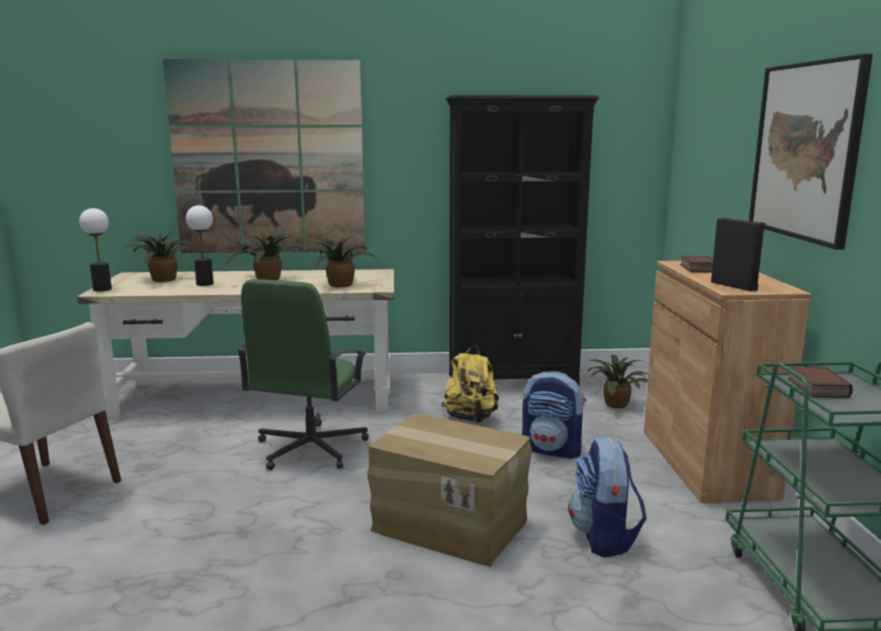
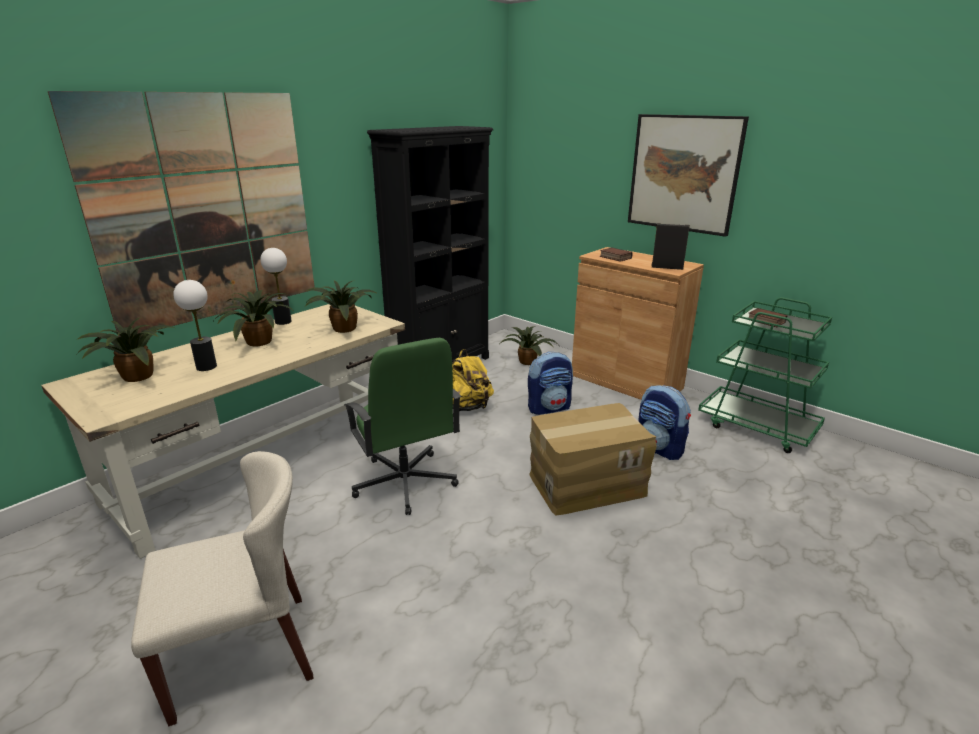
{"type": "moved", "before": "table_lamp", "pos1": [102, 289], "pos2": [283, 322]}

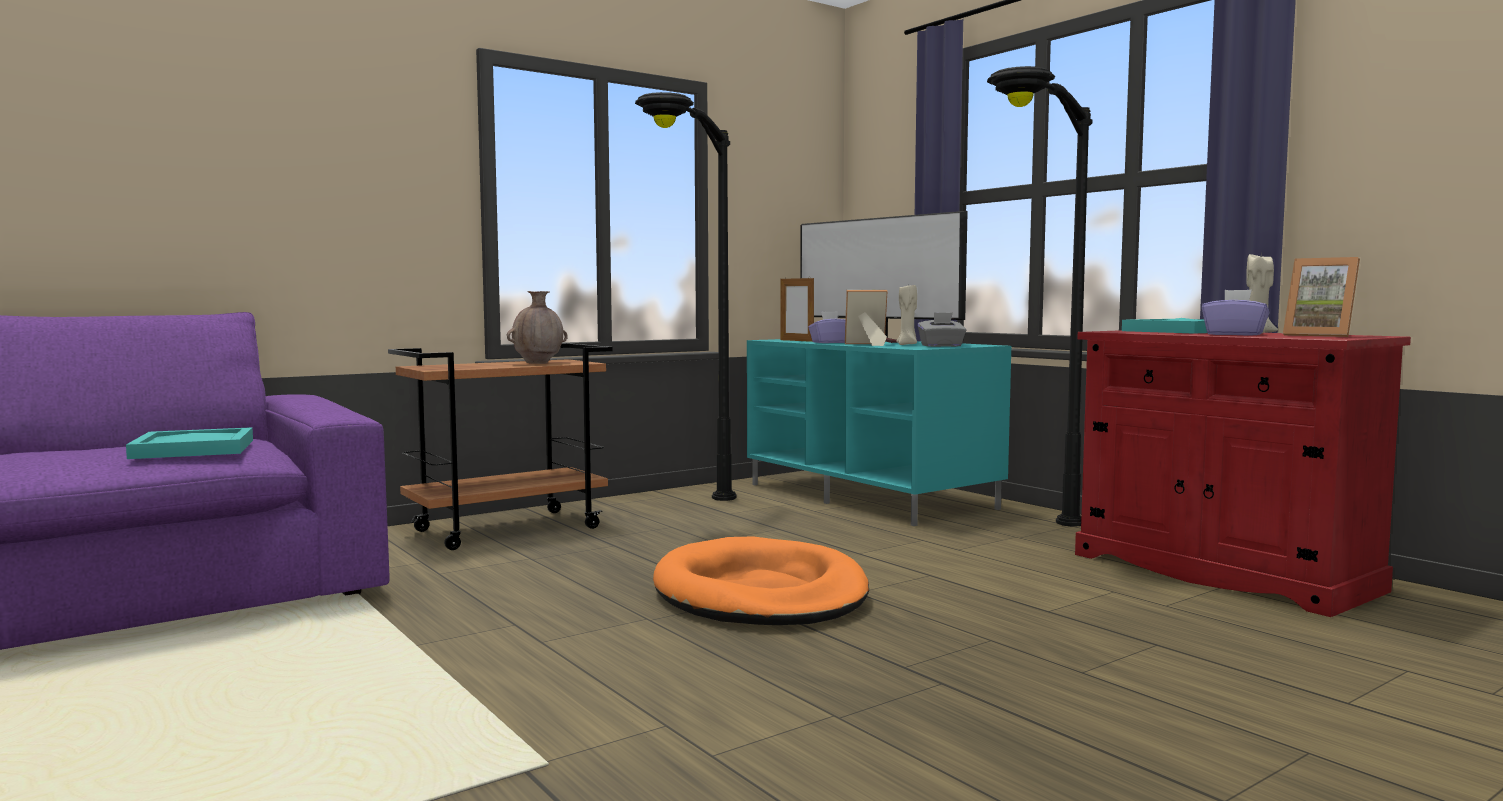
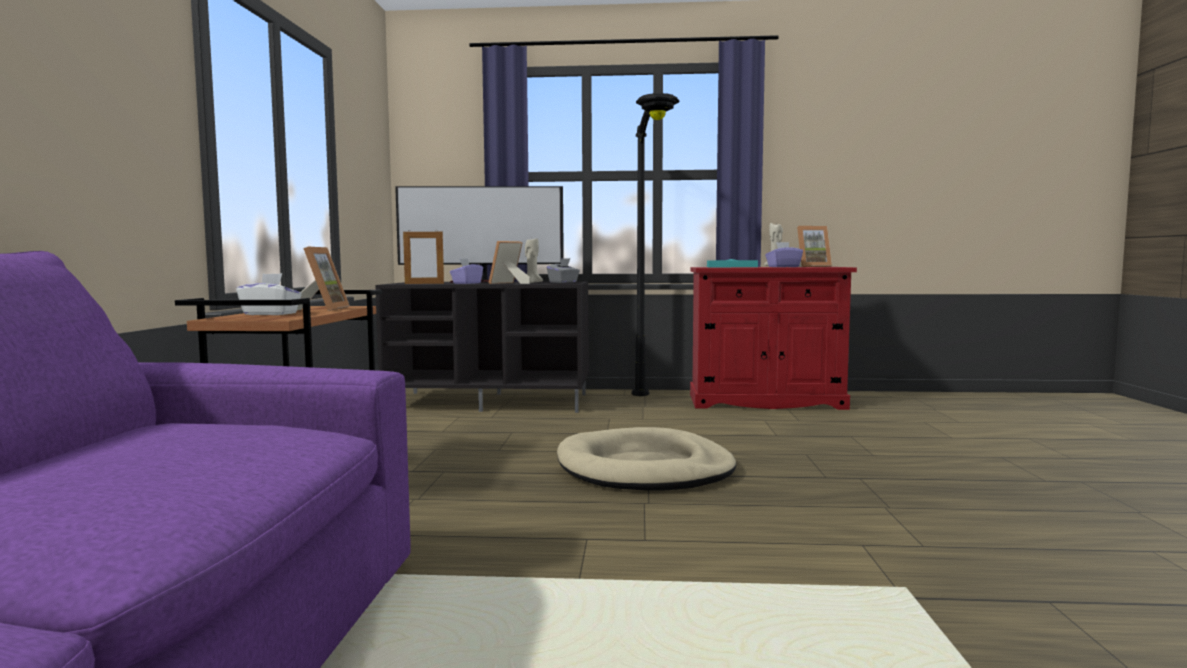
{"type": "removed", "before": "turquoise_tray", "pos1": [192, 449]}
{"type": "replaced", "before": "brown_vase", "after": "picture_frame", "pos1": [538, 363], "pos2": [322, 309]}
{"type": "removed", "before": "black_floor_lamp", "pos1": [685, 513]}
{"type": "recoloured", "before": "orange_dog_bed", "after": "beige_dog_bed", "pos1": [760, 593], "pos2": [644, 468]}
{"type": "recoloured", "before": "turquoise_tv_stand", "after": "black_tv_stand", "pos1": [871, 496], "pos2": [492, 401]}
{"type": "added", "after": "white_tissue_box", "pos2": [271, 314]}

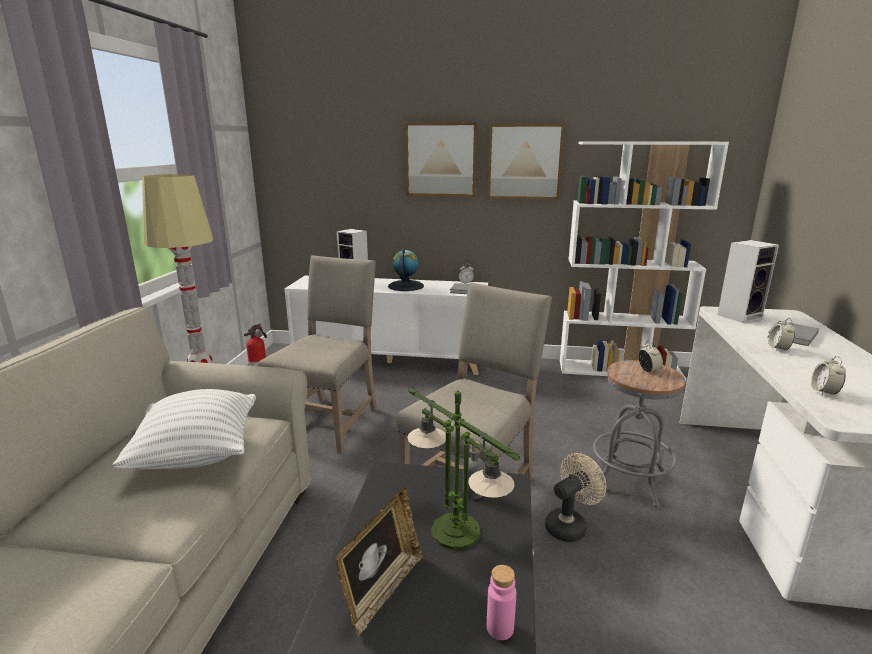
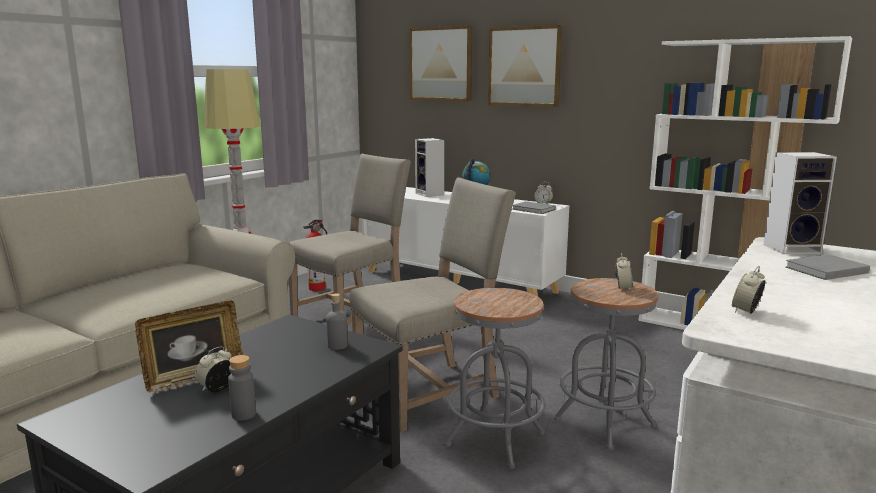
{"type": "removed", "before": "white_pillow", "pos1": [197, 454]}
{"type": "removed", "before": "table_lamp", "pos1": [456, 532]}
{"type": "moved", "before": "picture", "pos1": [524, 162], "pos2": [441, 64]}
{"type": "recoloured", "before": "pink_bottle", "after": "grey_bottle", "pos1": [500, 628], "pos2": [243, 414]}
{"type": "replaced", "before": "beige_fan", "after": "grey_stool", "pos1": [570, 525], "pos2": [495, 439]}
{"type": "moved", "before": "alarm_clock", "pos1": [778, 349], "pos2": [217, 389]}

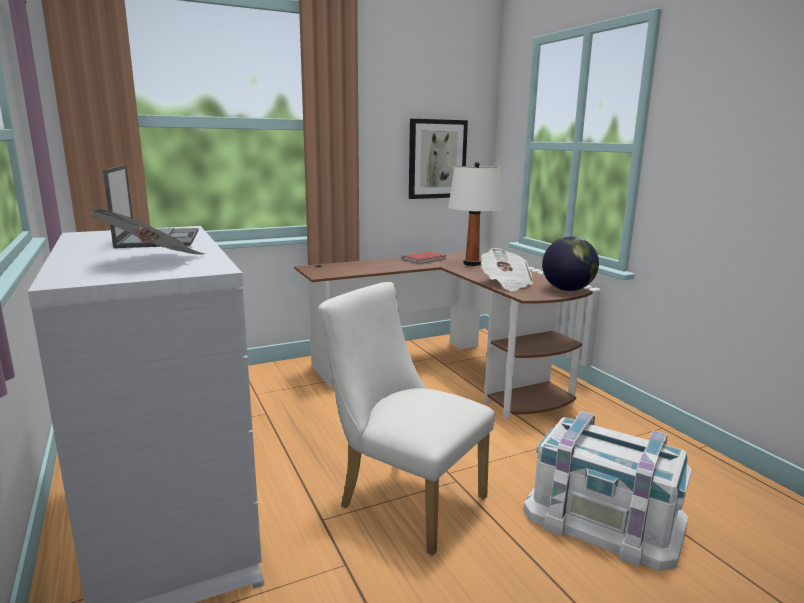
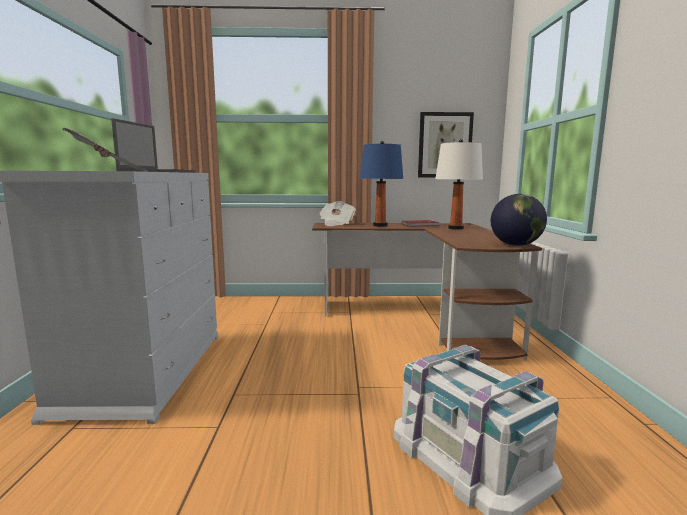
{"type": "removed", "before": "white_chair", "pos1": [404, 499]}
{"type": "moved", "before": "newspaper", "pos1": [505, 284], "pos2": [336, 224]}
{"type": "added", "after": "blue_table_lamp", "pos2": [380, 225]}

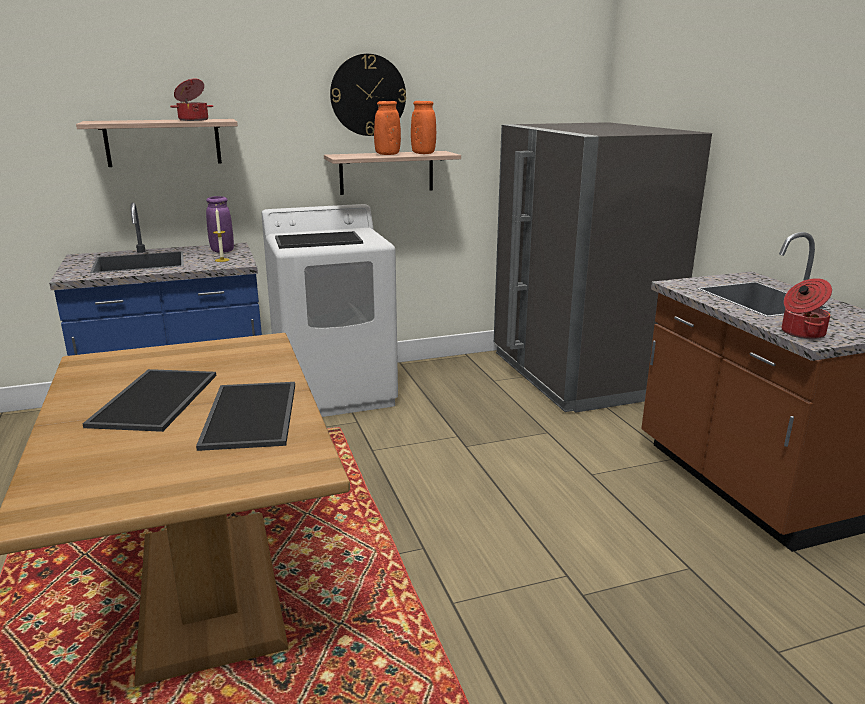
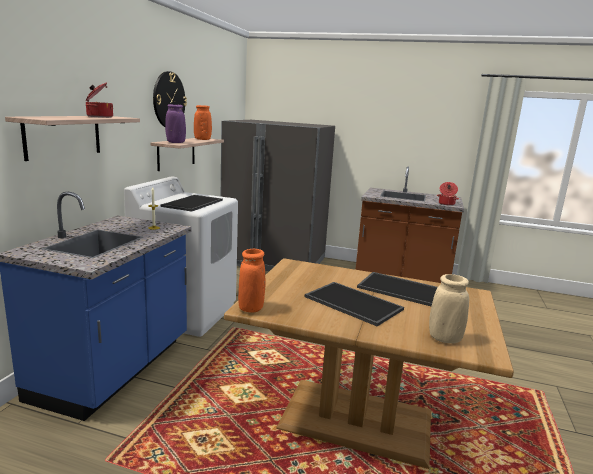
{"type": "moved", "before": "purple_vase", "pos1": [222, 251], "pos2": [175, 142]}
{"type": "moved", "before": "orange_vase", "pos1": [387, 154], "pos2": [251, 308]}
{"type": "added", "after": "beige_vase", "pos2": [444, 339]}

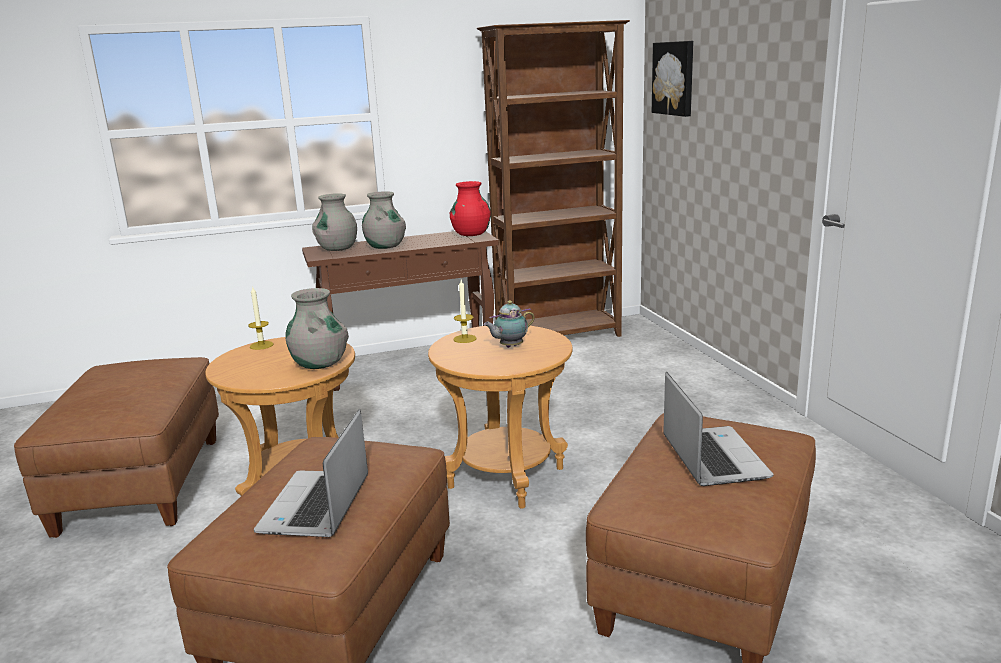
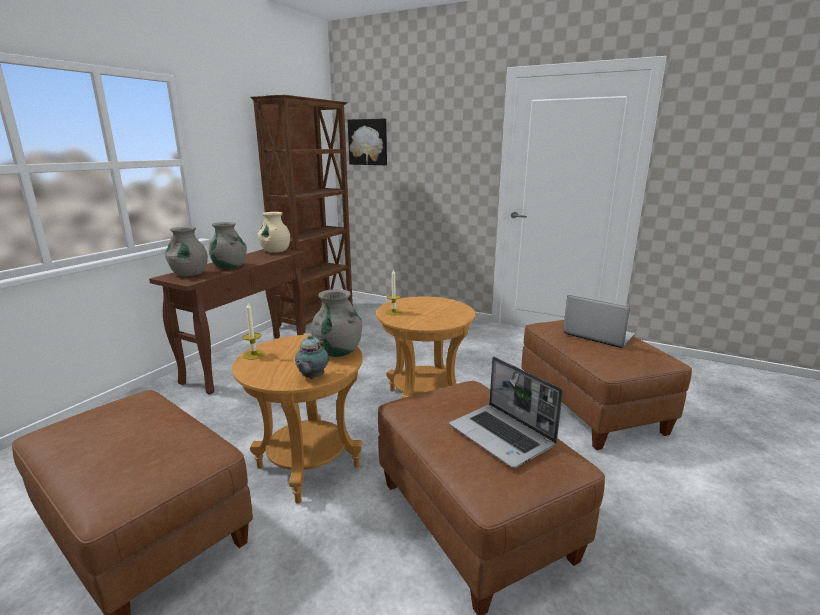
{"type": "recoloured", "before": "red_vase", "after": "beige_vase", "pos1": [471, 234], "pos2": [275, 251]}
{"type": "moved", "before": "teapot", "pos1": [509, 347], "pos2": [312, 378]}

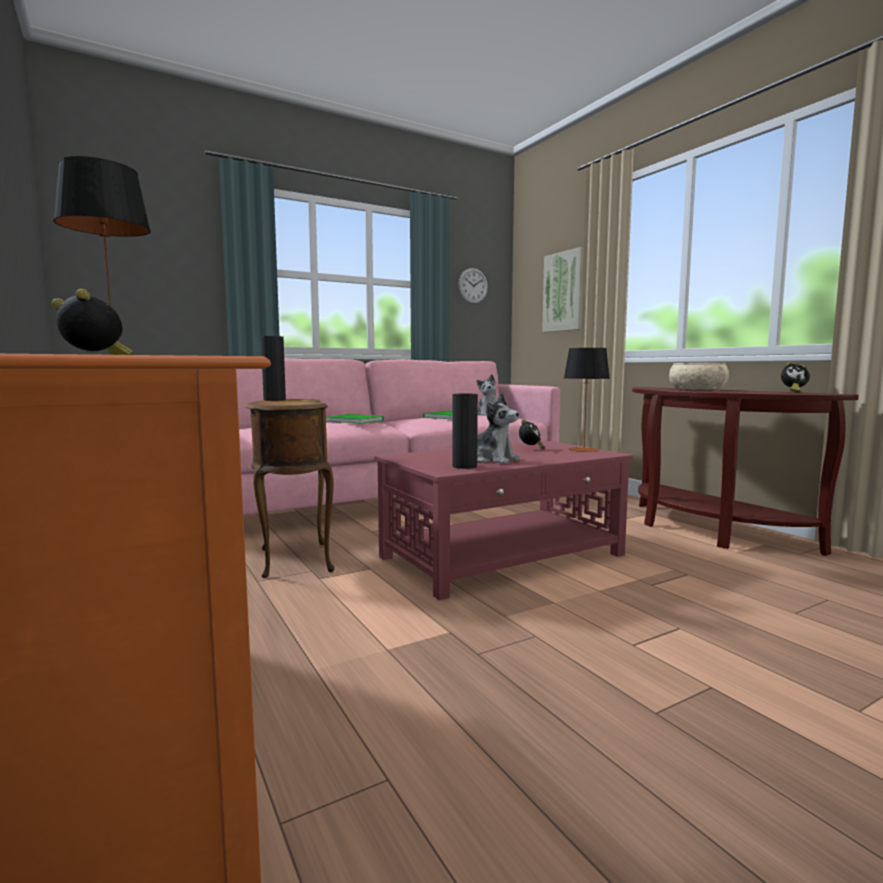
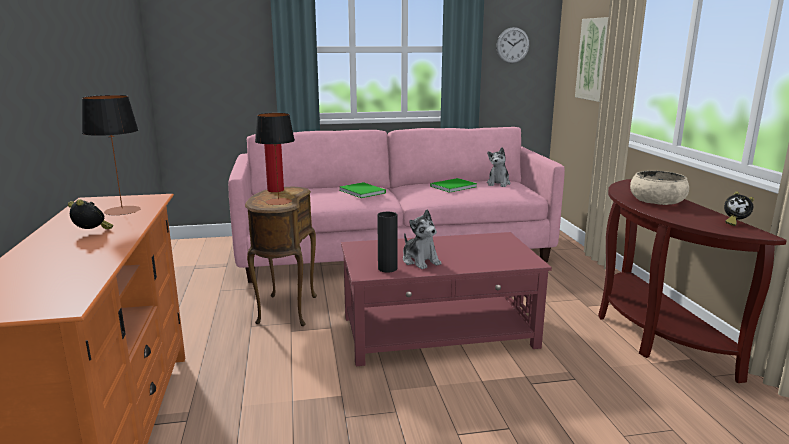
{"type": "recoloured", "before": "black_vase", "after": "red_vase", "pos1": [274, 400], "pos2": [275, 190]}
{"type": "removed", "before": "alarm_clock", "pos1": [530, 449]}
{"type": "moved", "before": "table_lamp", "pos1": [584, 450], "pos2": [278, 201]}

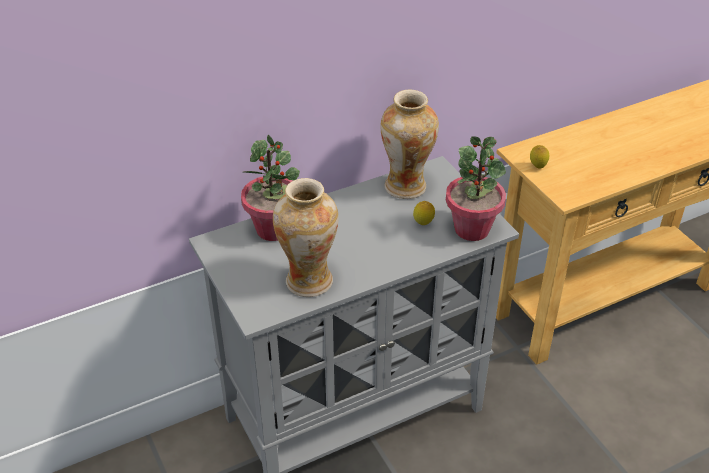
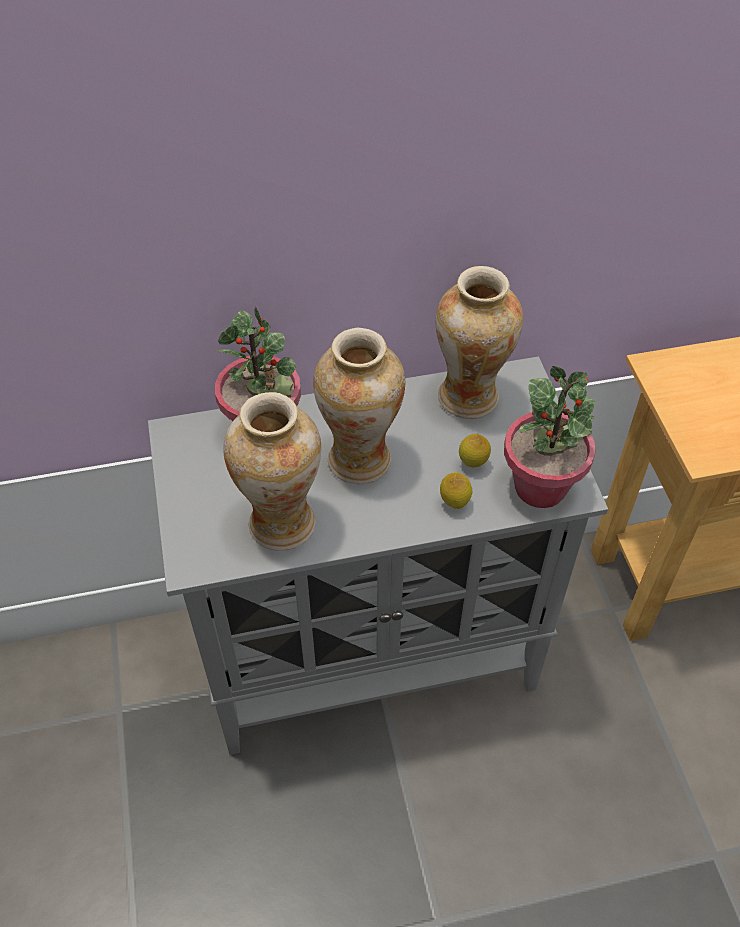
{"type": "moved", "before": "lemon", "pos1": [537, 167], "pos2": [454, 504]}
{"type": "added", "after": "vase", "pos2": [359, 459]}

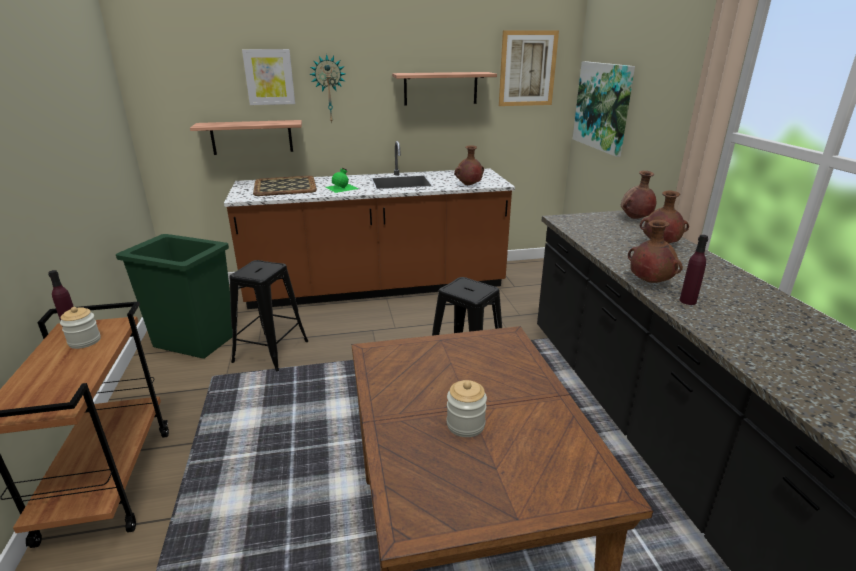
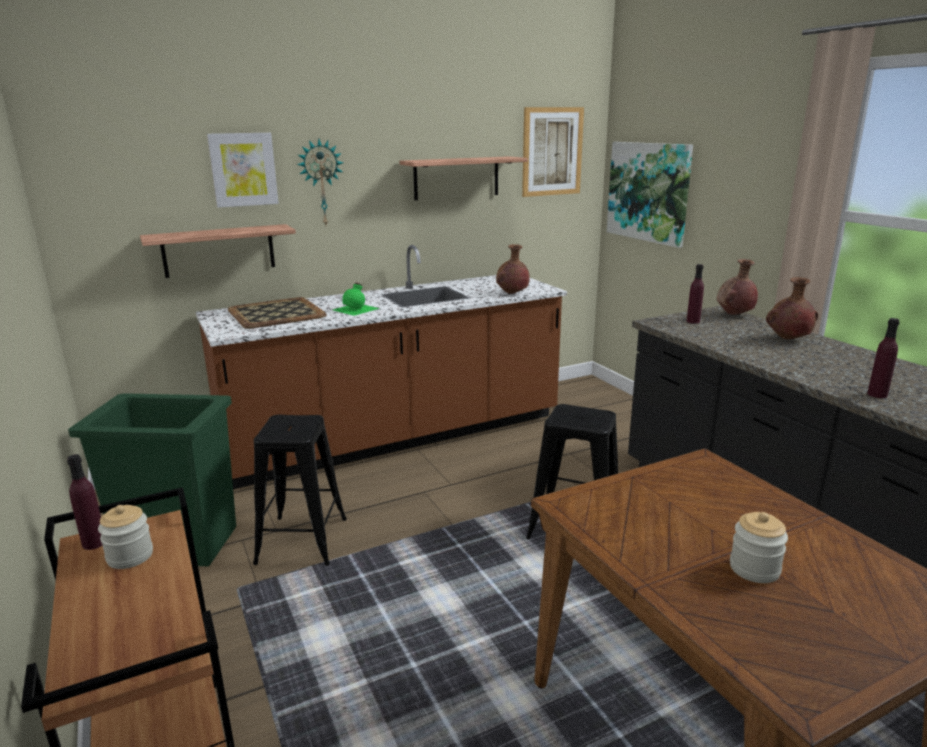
{"type": "removed", "before": "brown_vase", "pos1": [649, 282]}
{"type": "added", "after": "purple_bottle", "pos2": [693, 321]}

